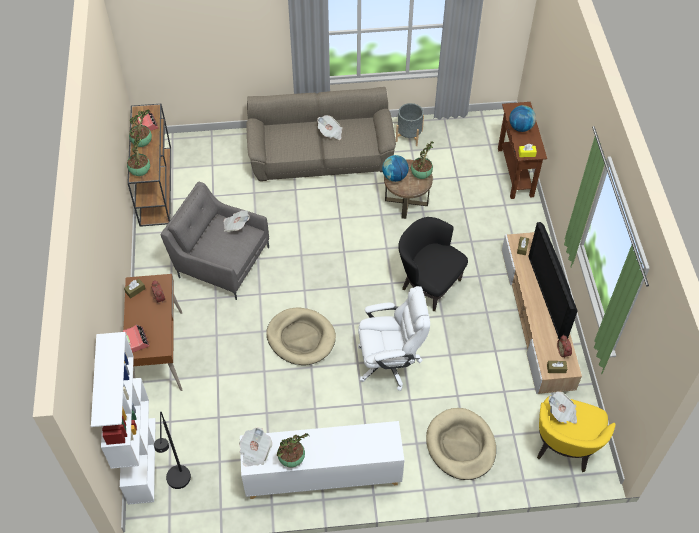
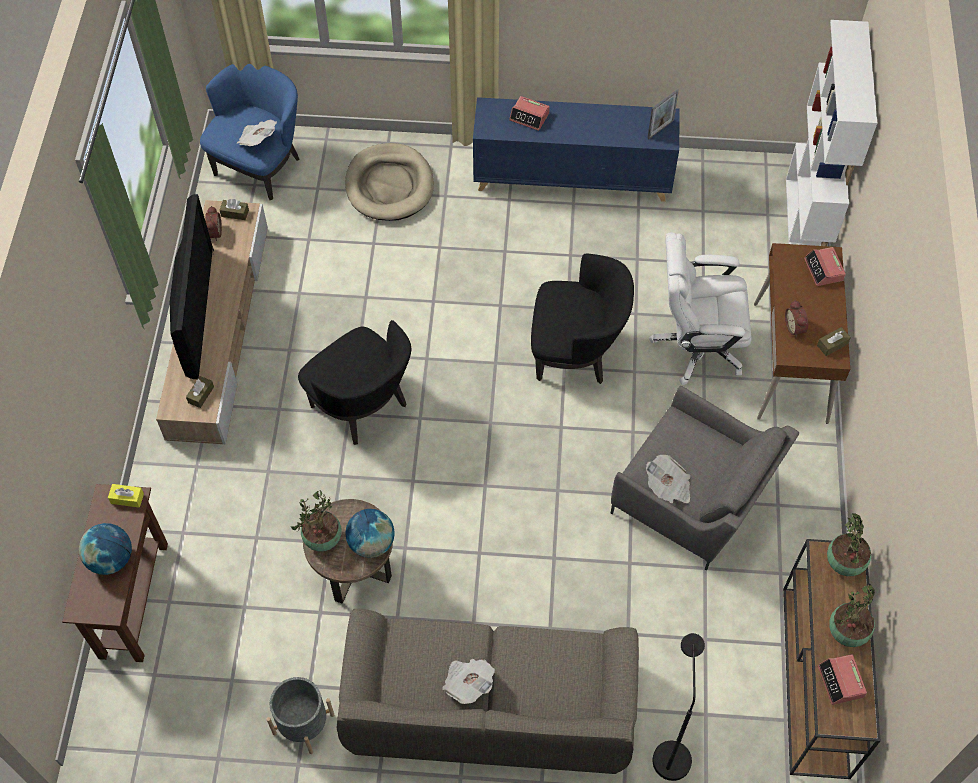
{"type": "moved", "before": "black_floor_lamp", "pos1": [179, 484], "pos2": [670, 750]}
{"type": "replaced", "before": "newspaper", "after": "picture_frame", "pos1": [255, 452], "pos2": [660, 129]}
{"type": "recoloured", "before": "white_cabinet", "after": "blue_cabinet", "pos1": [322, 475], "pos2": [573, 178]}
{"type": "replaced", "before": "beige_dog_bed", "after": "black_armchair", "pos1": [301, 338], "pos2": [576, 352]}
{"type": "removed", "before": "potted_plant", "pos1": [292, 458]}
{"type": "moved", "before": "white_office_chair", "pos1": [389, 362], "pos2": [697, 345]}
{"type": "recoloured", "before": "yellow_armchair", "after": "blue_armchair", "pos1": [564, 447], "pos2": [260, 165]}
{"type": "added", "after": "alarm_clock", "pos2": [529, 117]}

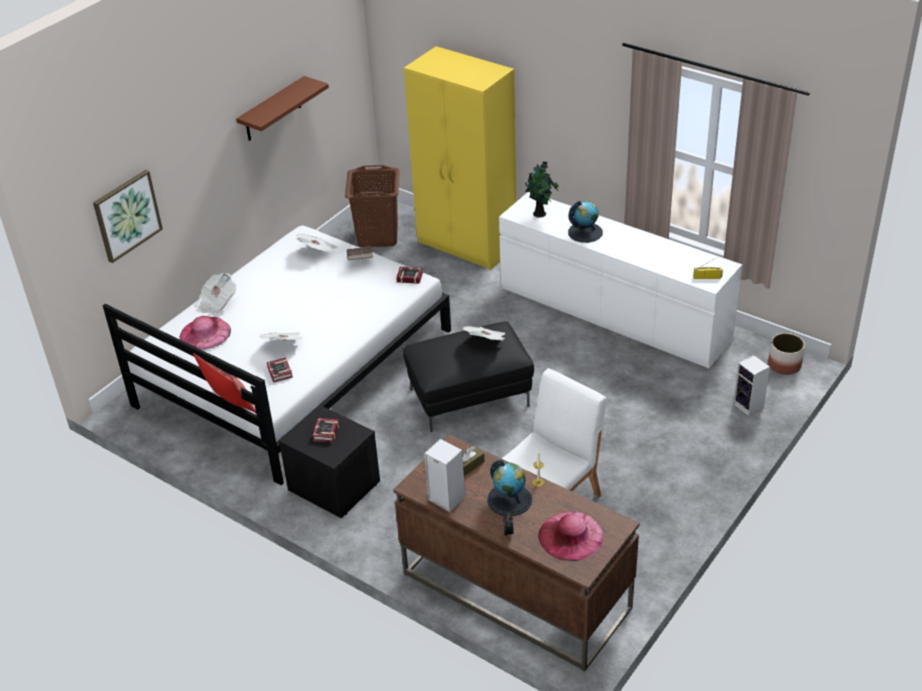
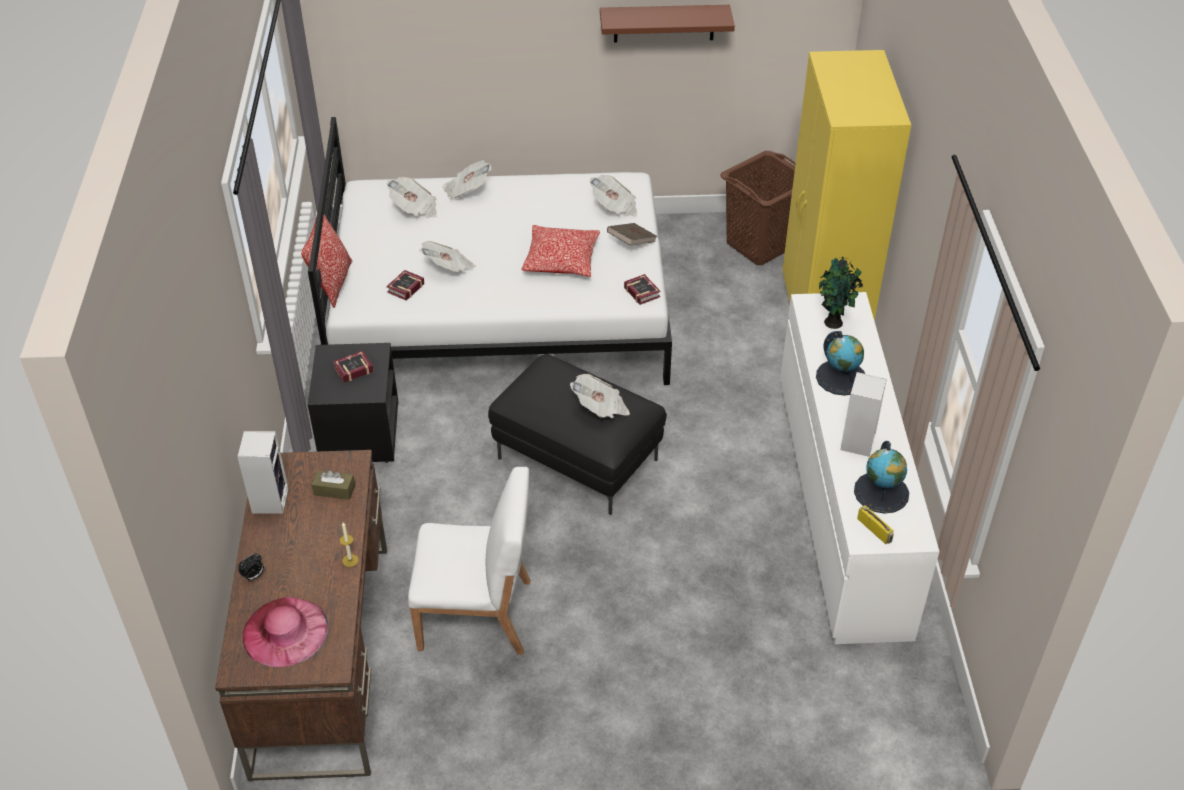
{"type": "removed", "before": "picture", "pos1": [127, 215]}
{"type": "replaced", "before": "pink_hat", "after": "newspaper", "pos1": [205, 333], "pos2": [414, 209]}
{"type": "moved", "before": "globe", "pos1": [509, 499], "pos2": [881, 492]}
{"type": "moved", "before": "speaker", "pos1": [749, 406], "pos2": [858, 443]}
{"type": "removed", "before": "planter", "pos1": [784, 365]}
{"type": "added", "after": "pillow", "pos2": [561, 260]}

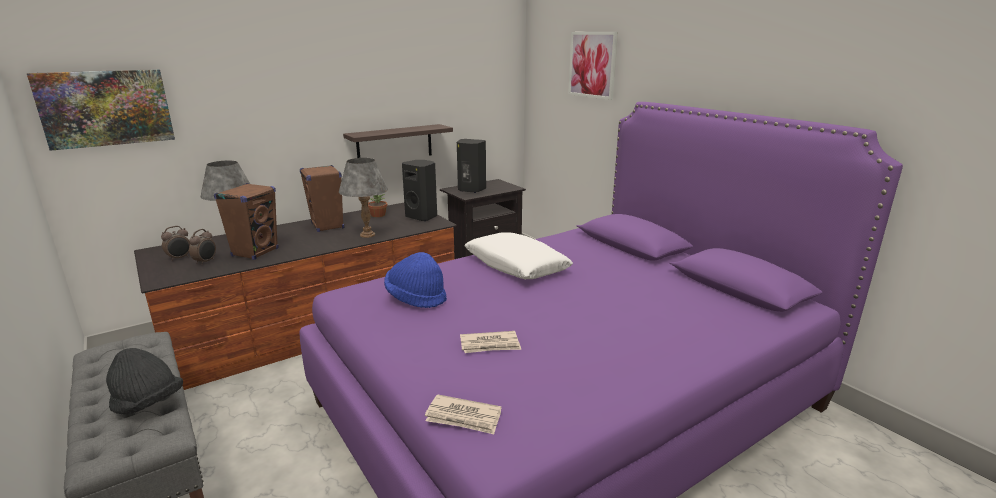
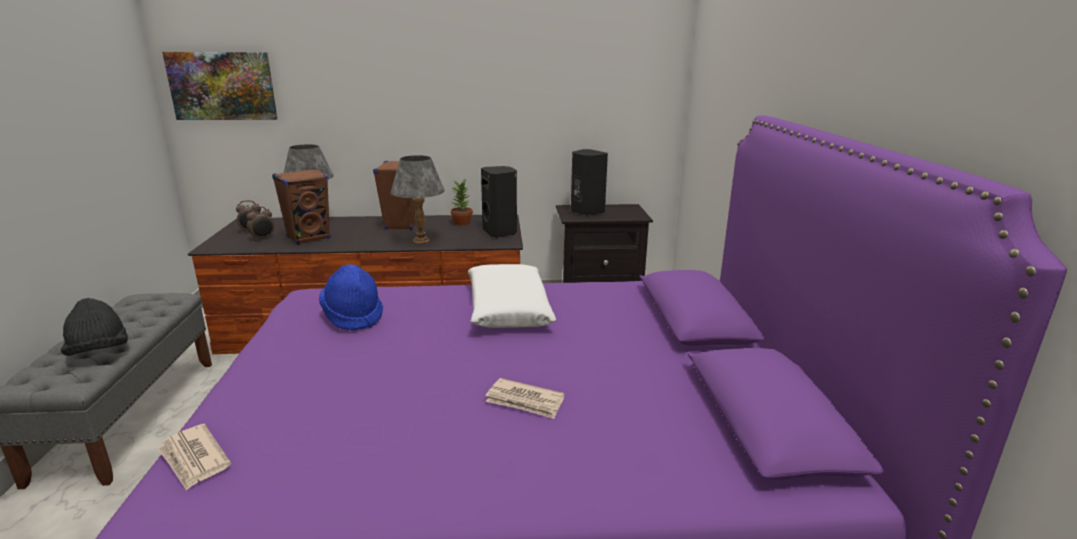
{"type": "removed", "before": "shelf", "pos1": [394, 144]}
{"type": "moved", "before": "newspaper", "pos1": [490, 345], "pos2": [525, 401]}
{"type": "removed", "before": "picture", "pos1": [592, 65]}

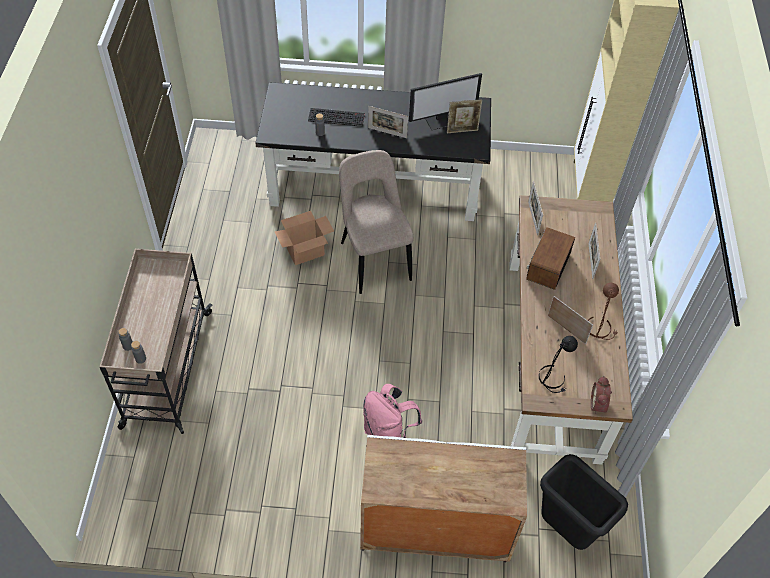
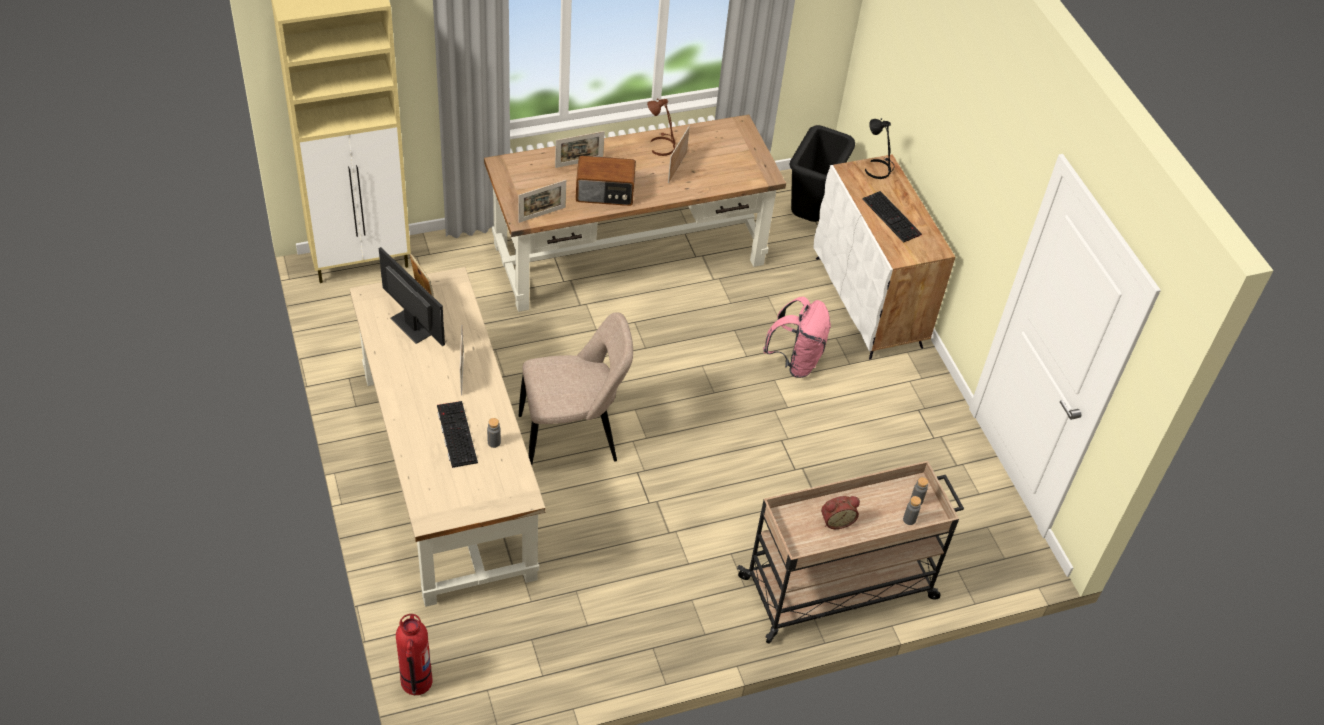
{"type": "recoloured", "before": "black_desk", "after": "beige_desk", "pos1": [375, 184], "pos2": [446, 472]}
{"type": "removed", "before": "cardboard_box", "pos1": [306, 251]}
{"type": "turned", "before": "beige_chair", "pos1": [374, 258], "pos2": [573, 438], "turn": -150}
{"type": "moved", "before": "black_table_lamp", "pos1": [553, 378], "pos2": [878, 168]}
{"type": "moved", "before": "alarm_clock", "pos1": [599, 404], "pos2": [836, 520]}
{"type": "added", "after": "fire_extinguisher", "pos2": [416, 682]}
{"type": "added", "after": "keyboard", "pos2": [892, 217]}

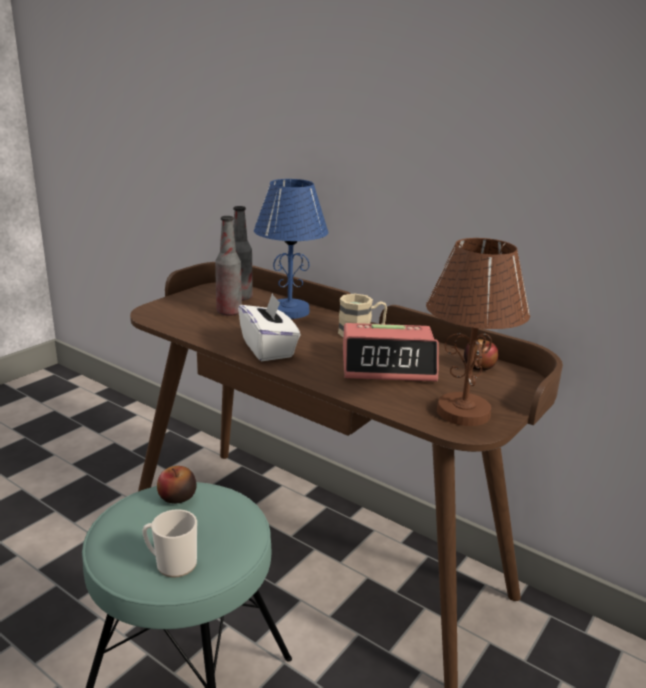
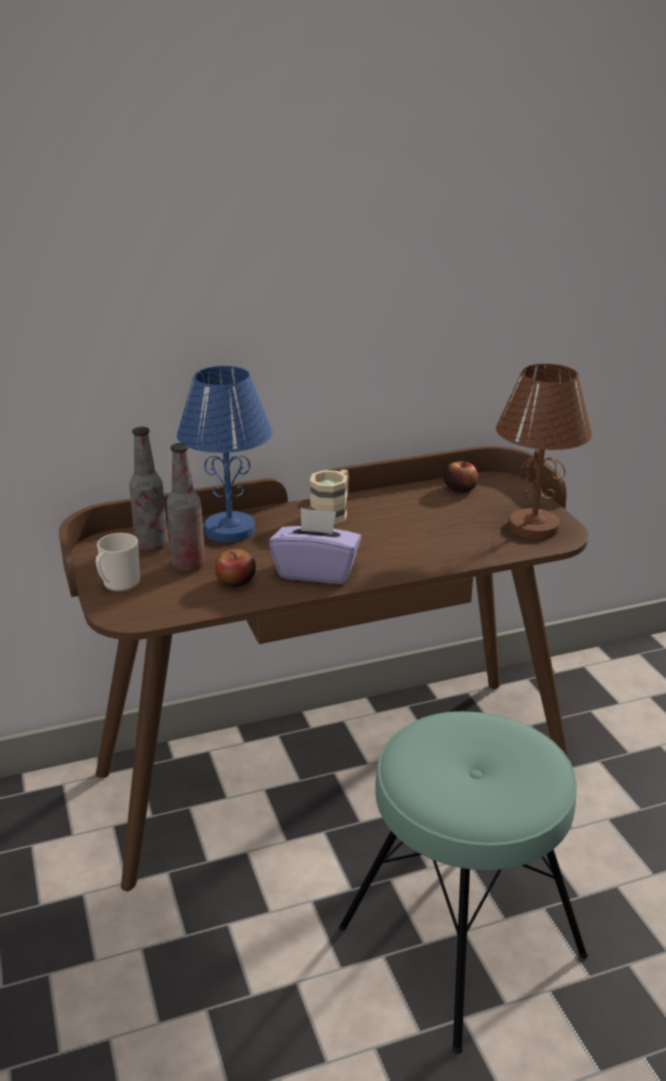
{"type": "moved", "before": "mug", "pos1": [172, 563], "pos2": [118, 584]}
{"type": "moved", "before": "apple", "pos1": [177, 497], "pos2": [236, 581]}
{"type": "recoloured", "before": "white_tissue_box", "after": "purple_tissue_box", "pos1": [268, 349], "pos2": [316, 571]}
{"type": "removed", "before": "alarm_clock", "pos1": [388, 365]}

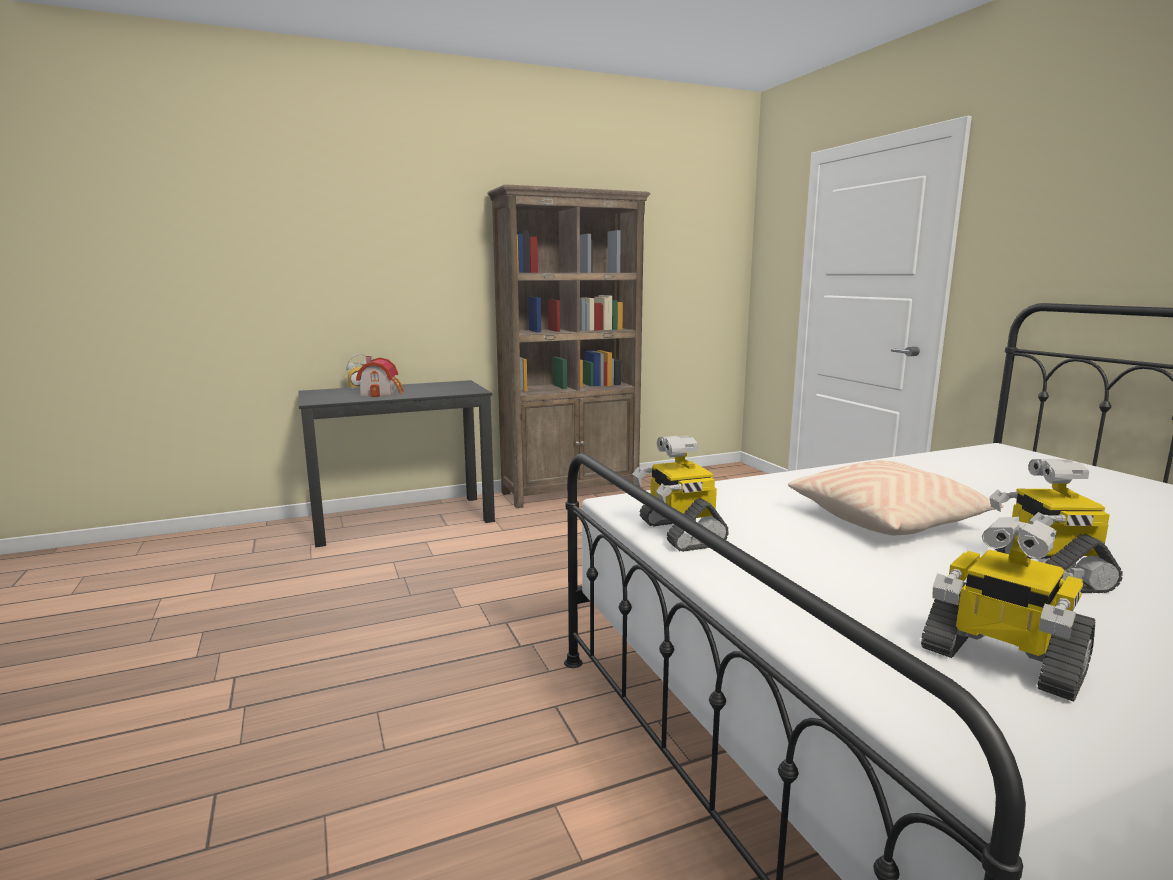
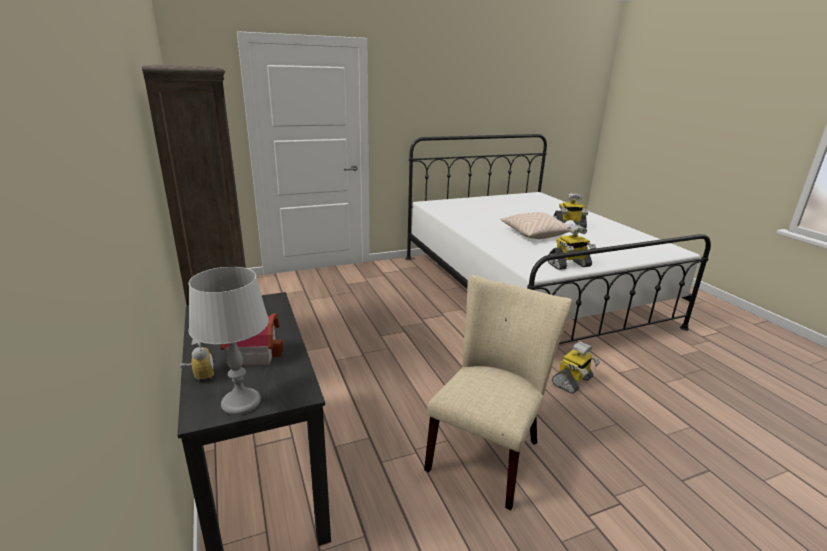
{"type": "moved", "before": "toy_robot", "pos1": [1000, 661], "pos2": [572, 381]}
{"type": "added", "after": "grey_table_lamp", "pos2": [240, 402]}
{"type": "added", "after": "beige_chair", "pos2": [487, 451]}

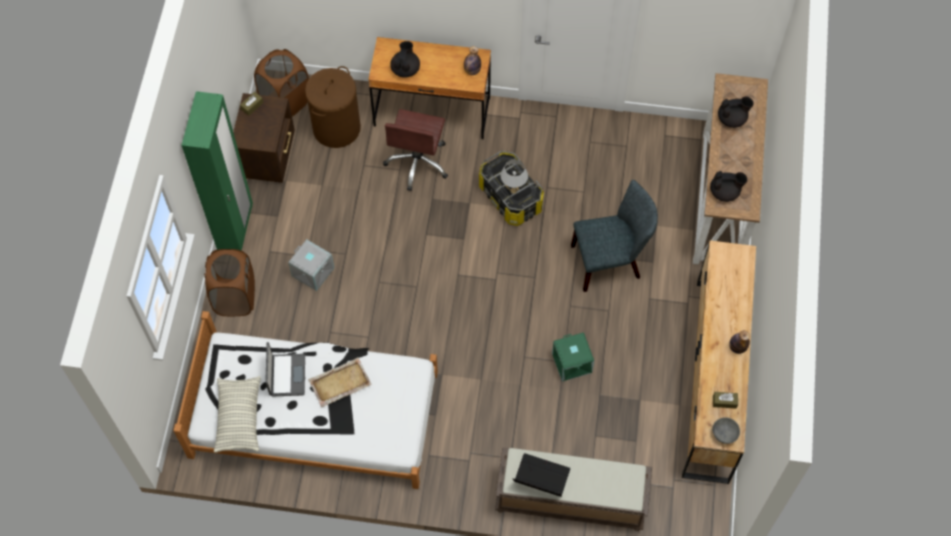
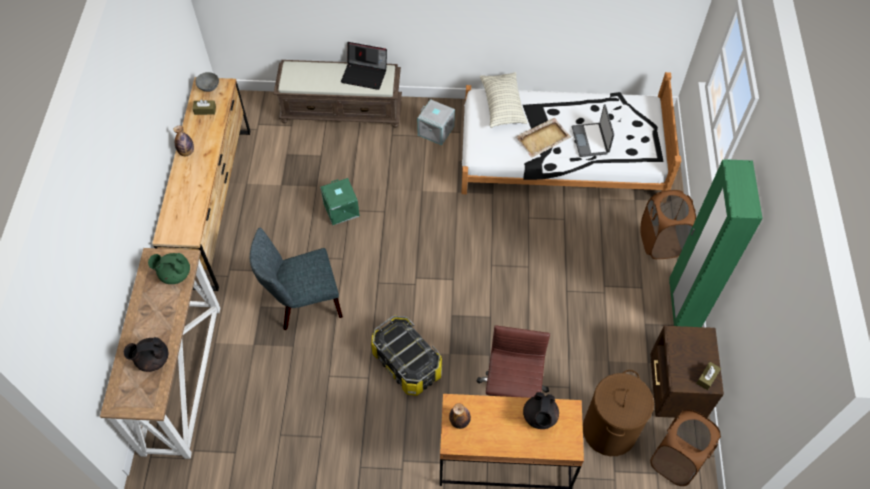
{"type": "moved", "before": "pillow", "pos1": [239, 418], "pos2": [502, 106]}
{"type": "moved", "before": "grey_storage_box", "pos1": [312, 272], "pos2": [436, 130]}
{"type": "removed", "before": "white_table_lamp", "pos1": [513, 191]}
{"type": "recoloured", "before": "black_teapot", "after": "green_teapot", "pos1": [725, 192], "pos2": [174, 274]}

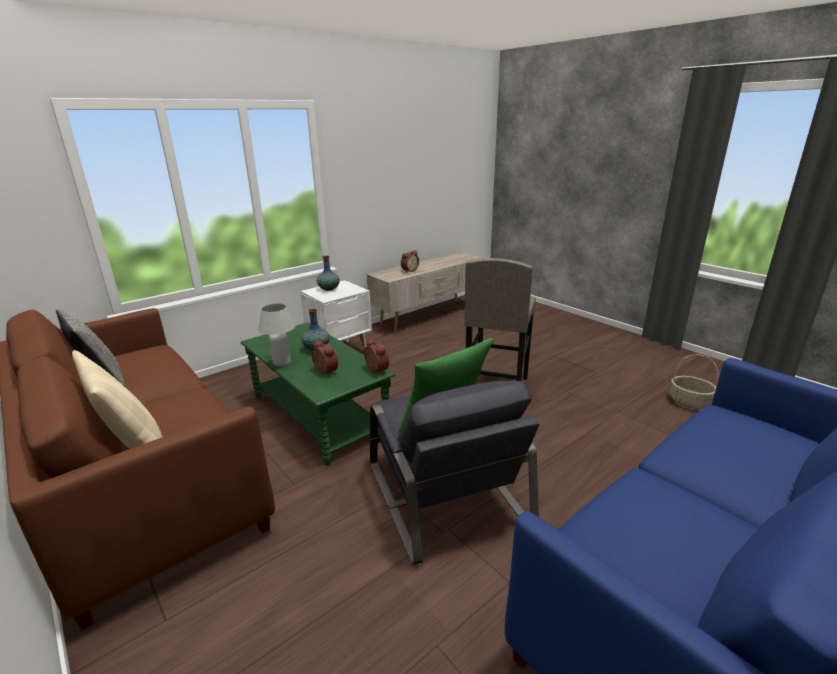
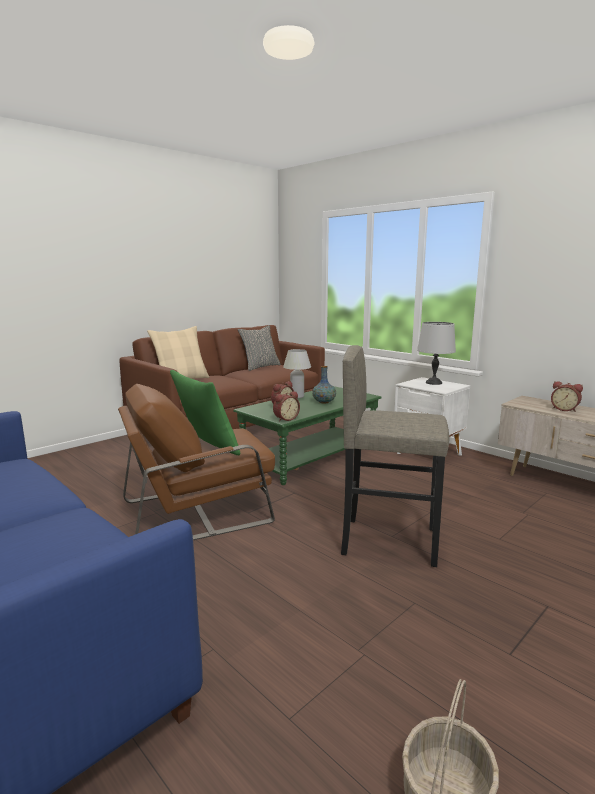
{"type": "replaced", "before": "vase", "after": "grey_table_lamp", "pos1": [328, 289], "pos2": [433, 382]}
{"type": "recoloured", "before": "grey_armchair", "after": "brown_armchair", "pos1": [444, 492], "pos2": [198, 511]}

